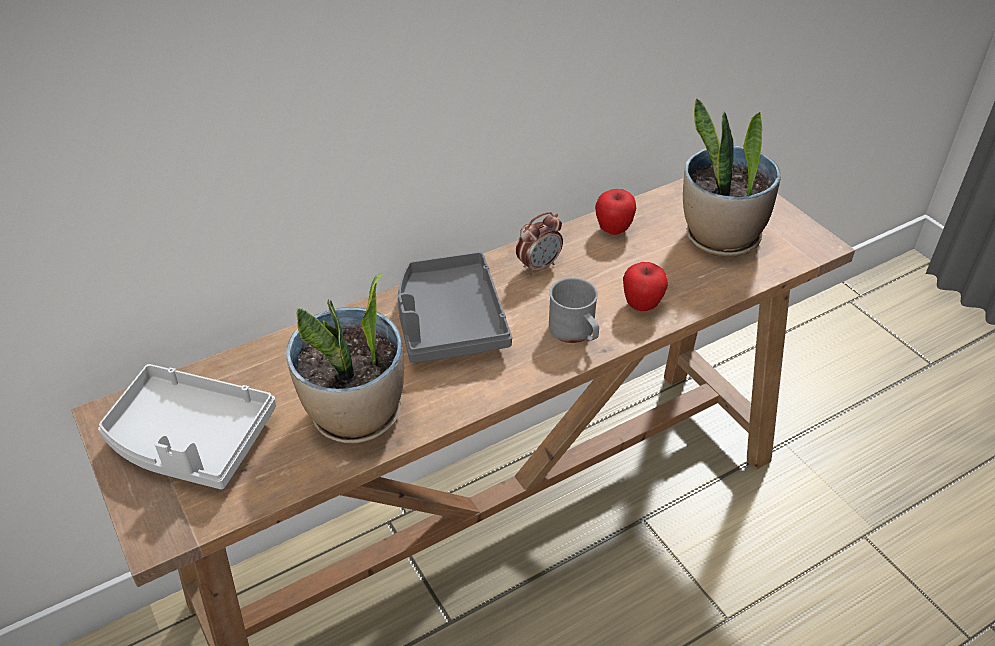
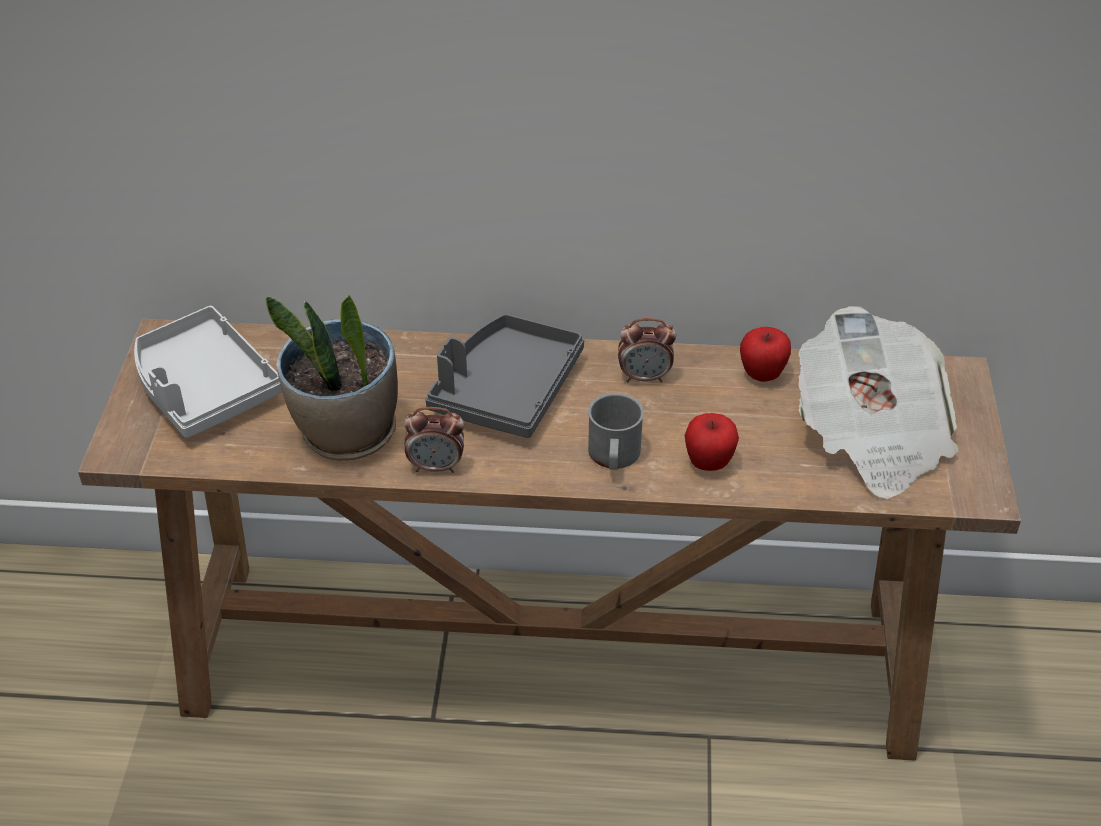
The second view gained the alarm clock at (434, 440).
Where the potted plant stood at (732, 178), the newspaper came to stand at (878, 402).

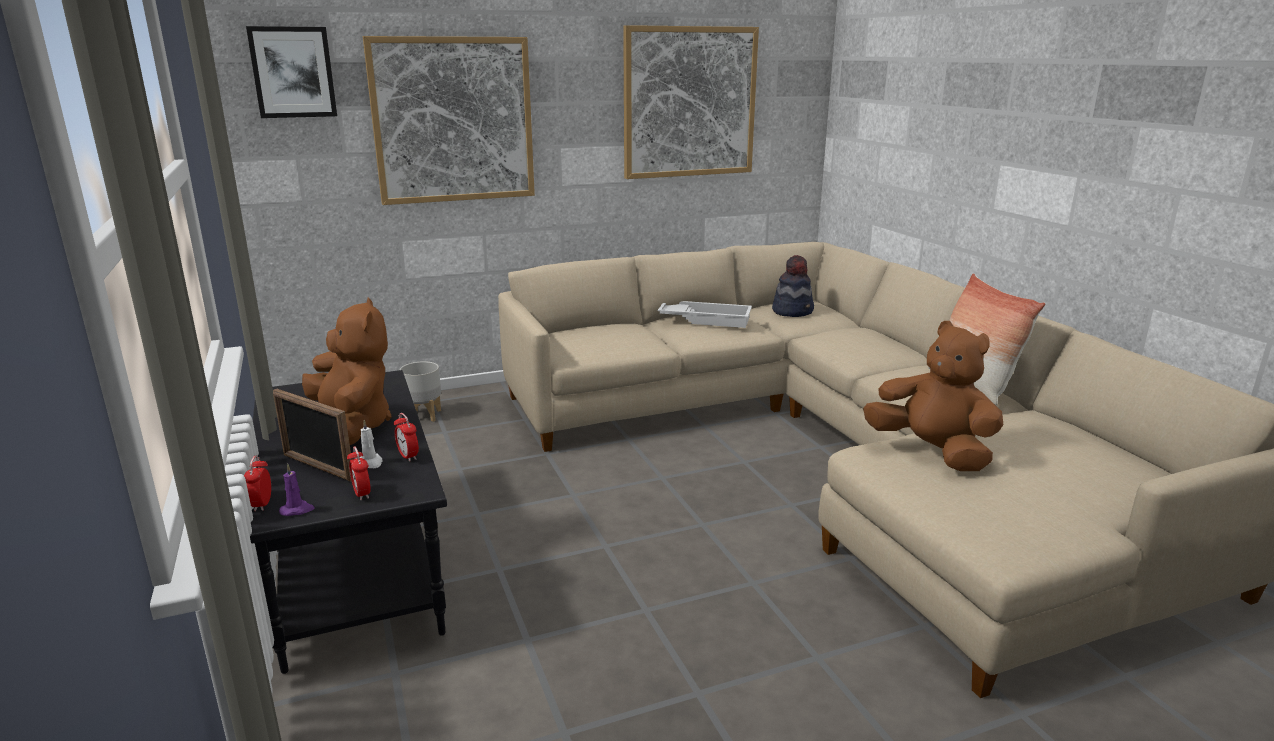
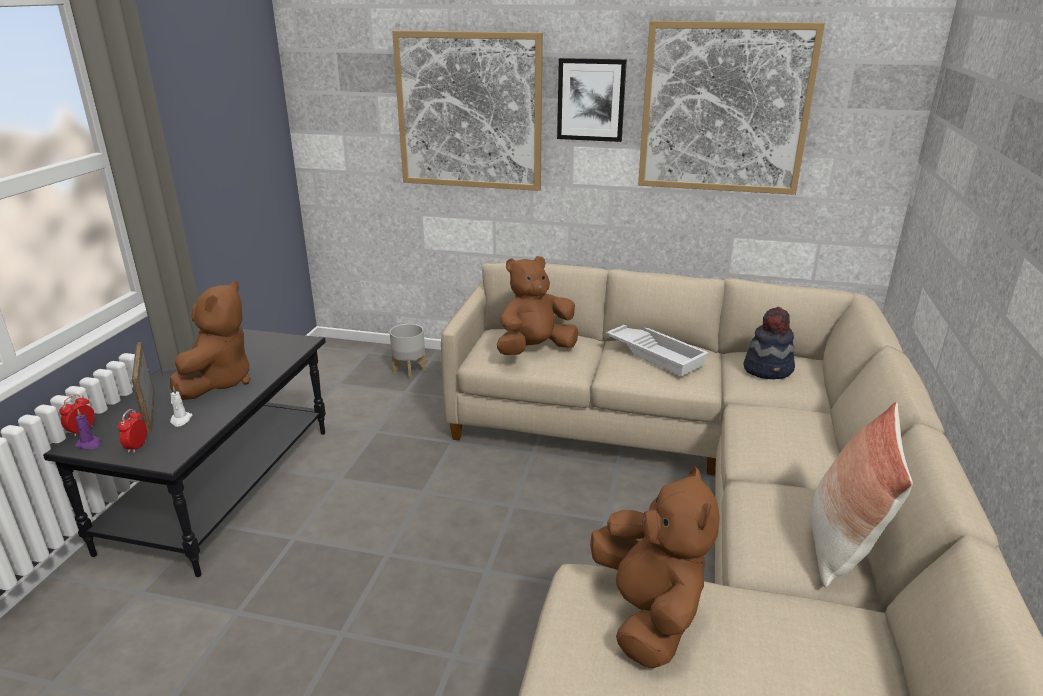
The second view lost the alarm clock at (406, 437).
The second view gained the brown plush toy at (537, 305).
The picture ended up elsewhere, having gone from (291, 72) to (592, 100).

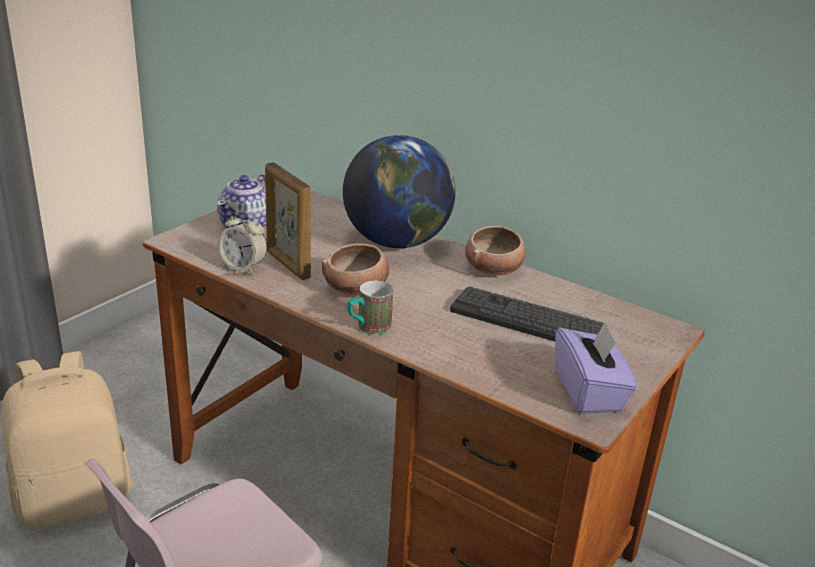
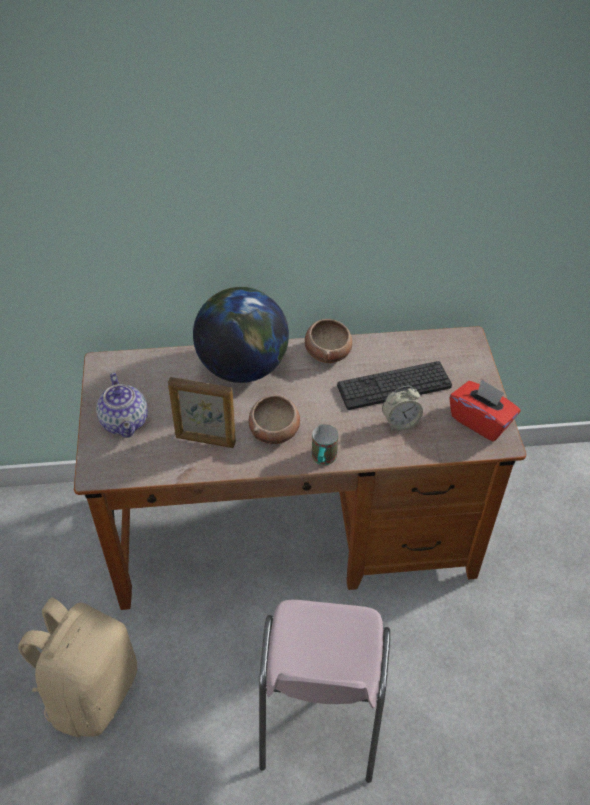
The alarm clock ended up elsewhere, having gone from (242, 242) to (402, 408).
What was the purple tissue box at (596, 368) turned into the red tissue box at (485, 410).

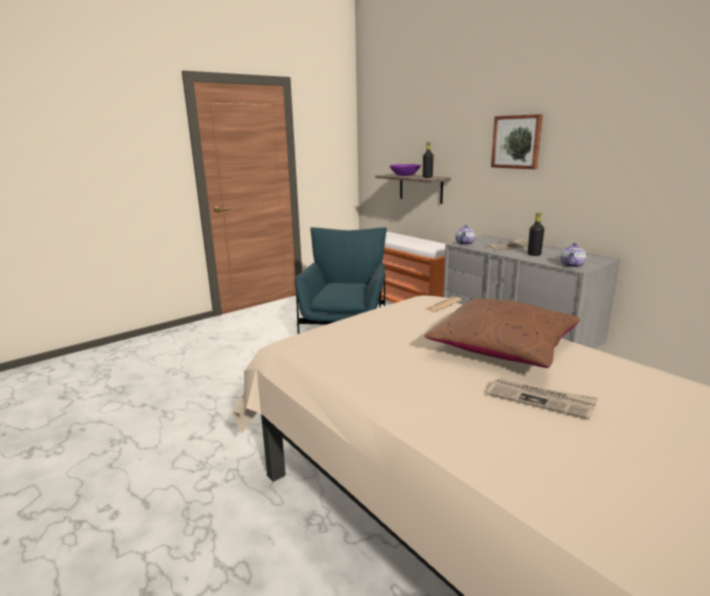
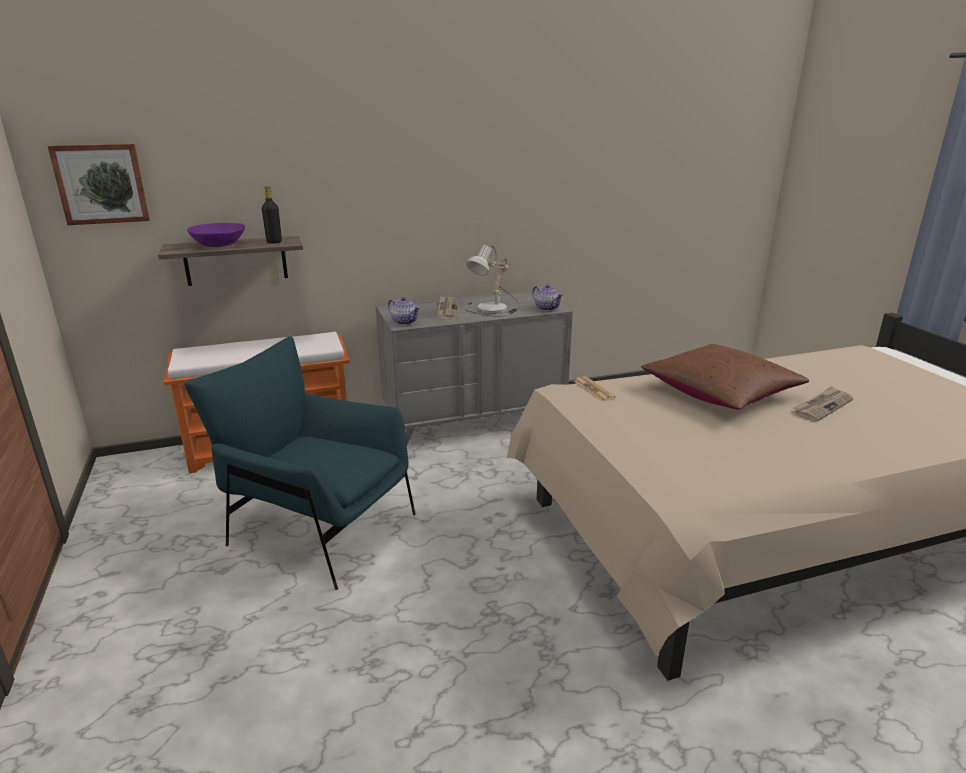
The picture ended up elsewhere, having gone from (517, 141) to (99, 184).
Where the black bottle stood at (536, 234), the table lamp came to stand at (492, 281).

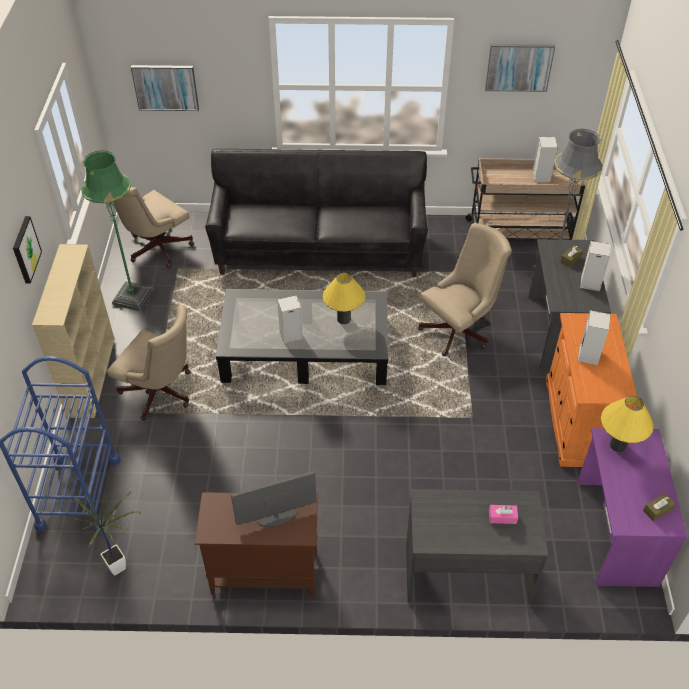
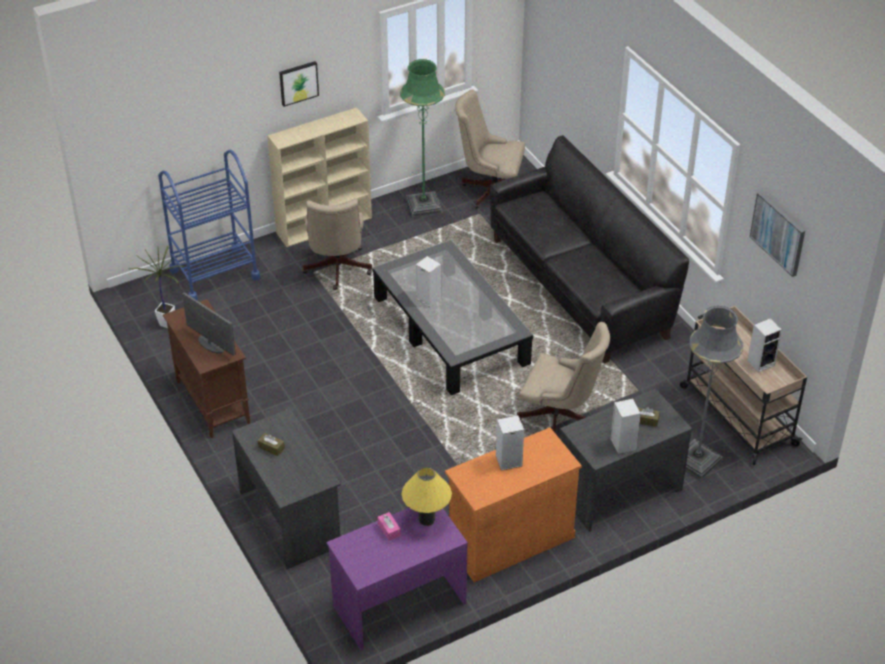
The second view lost the picture at (165, 88).
The second view lost the yellow table lamp at (344, 298).
The pink tissue box ended up elsewhere, having gone from (503, 514) to (389, 526).
The brown tissue box ended up elsewhere, having gone from (659, 507) to (271, 444).

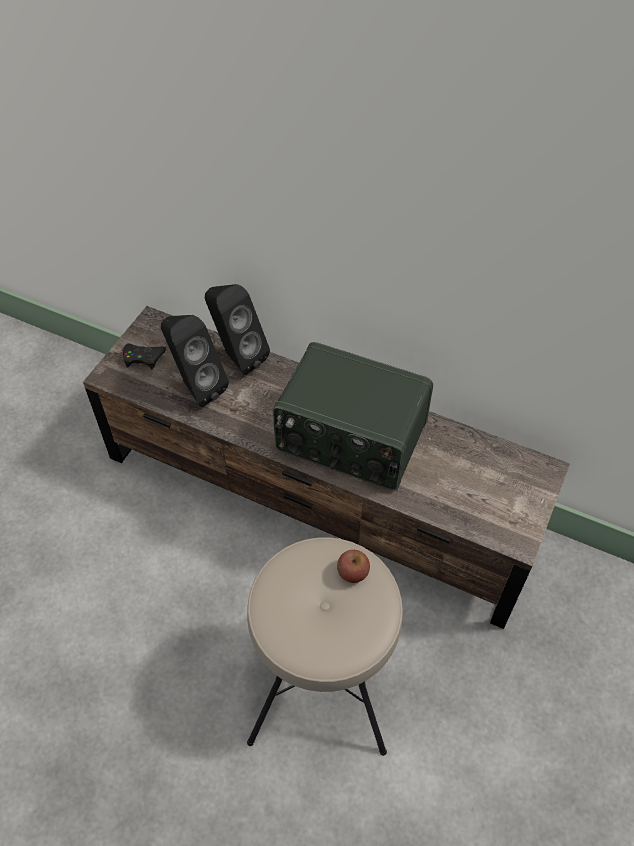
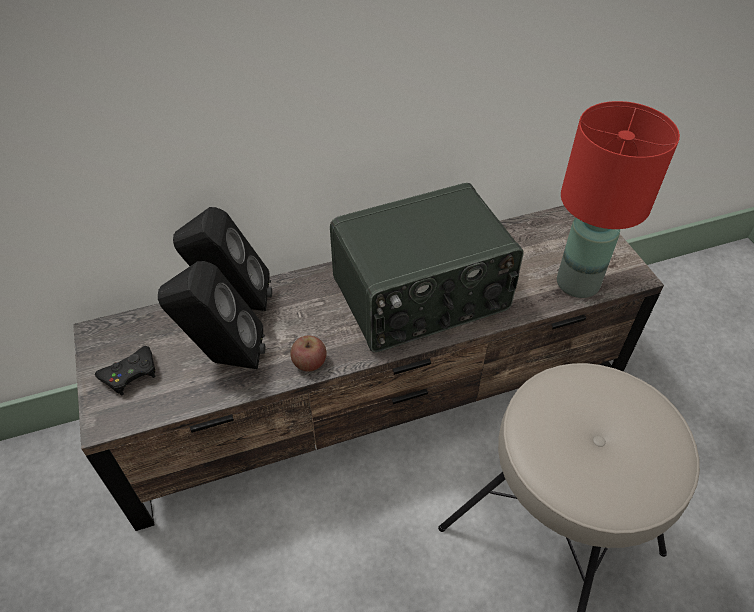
The second view gained the red table lamp at (618, 199).
The apple ended up elsewhere, having gone from (353, 566) to (308, 353).

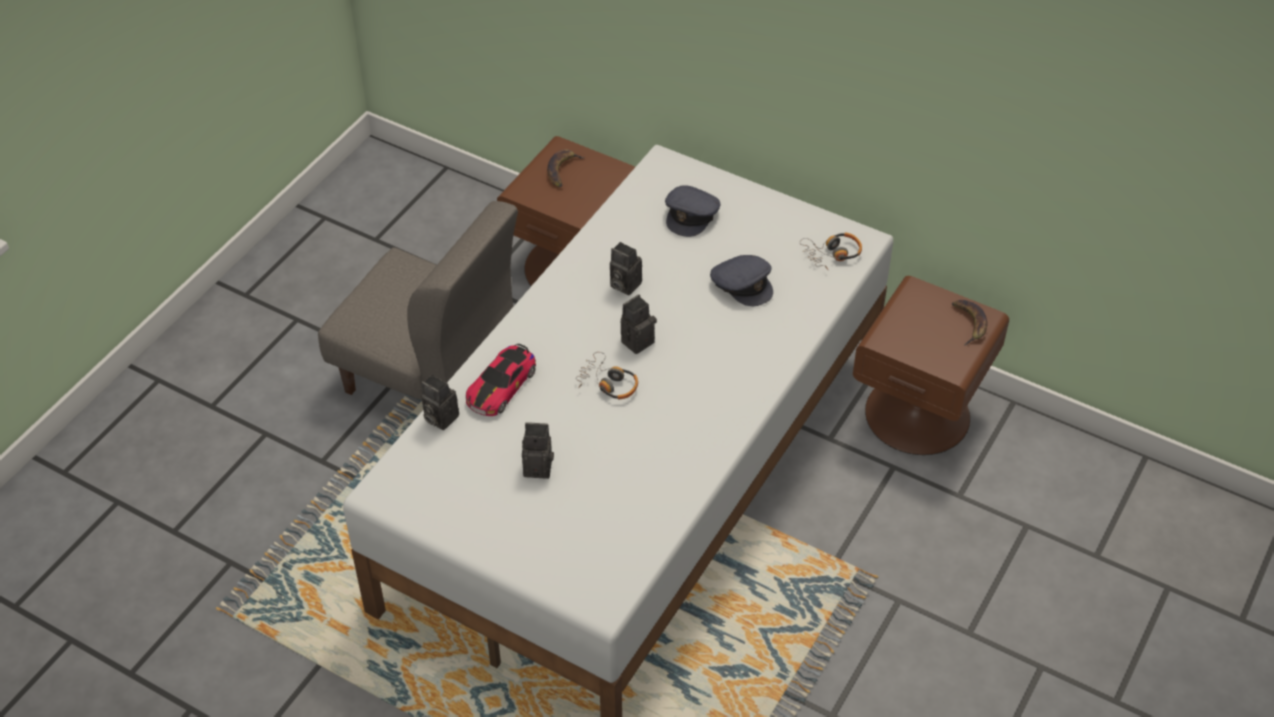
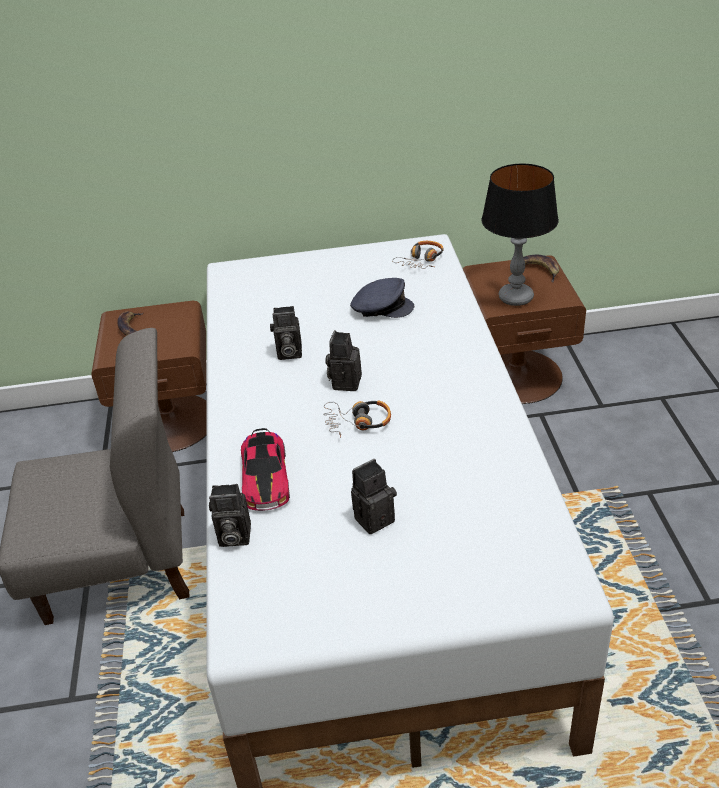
The second view lost the grey cap at (693, 211).
The second view gained the table lamp at (520, 234).

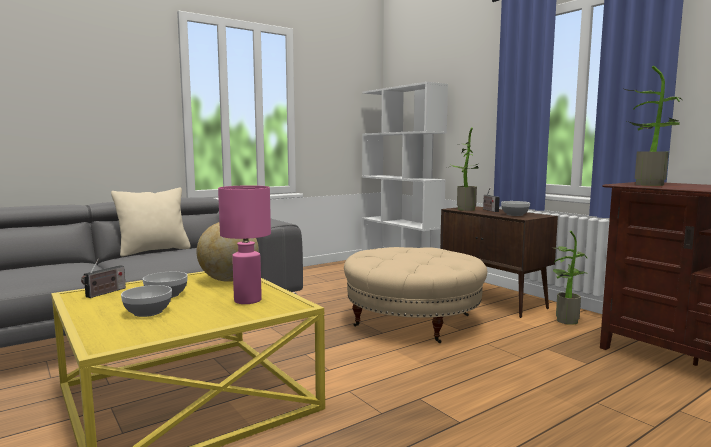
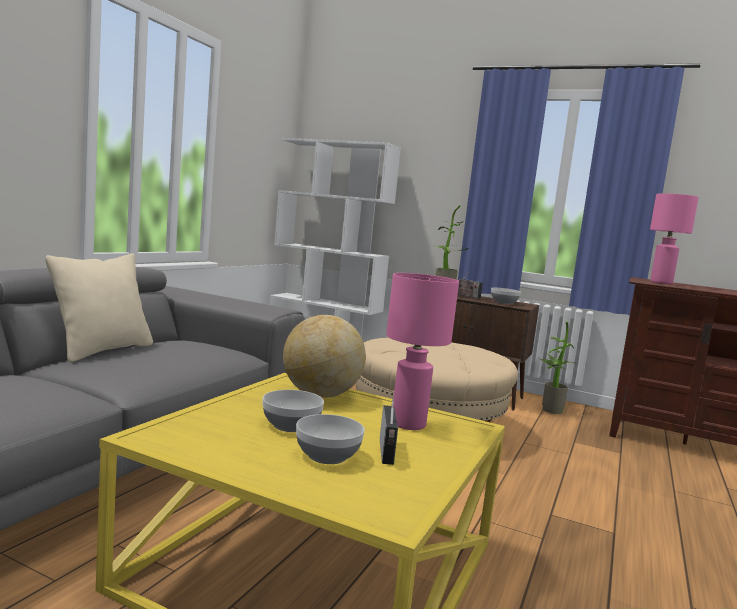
The radio ended up elsewhere, having gone from (103, 278) to (389, 432).
Where the potted plant stood at (652, 126), the pink table lamp came to stand at (674, 238).

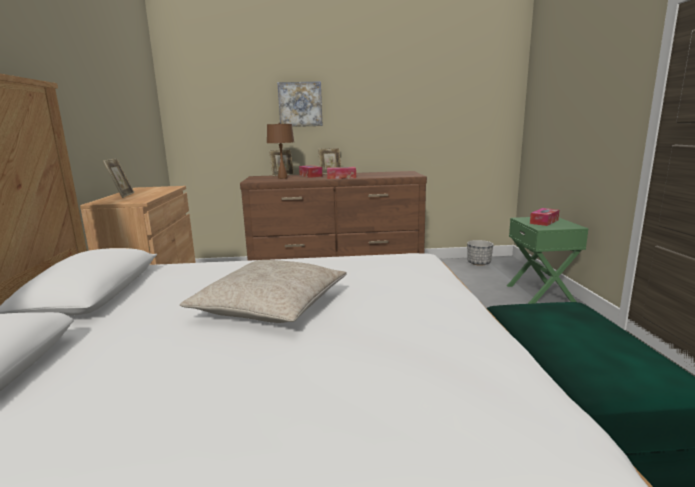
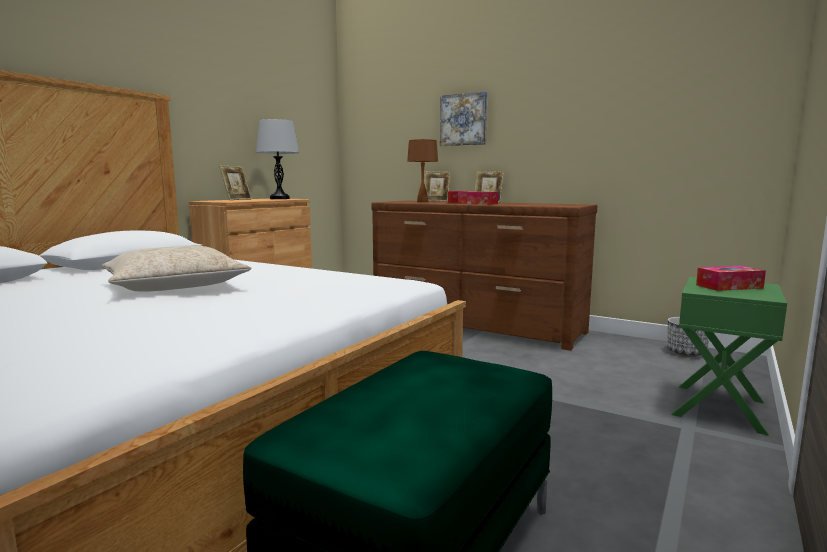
The second view gained the grey table lamp at (277, 159).

